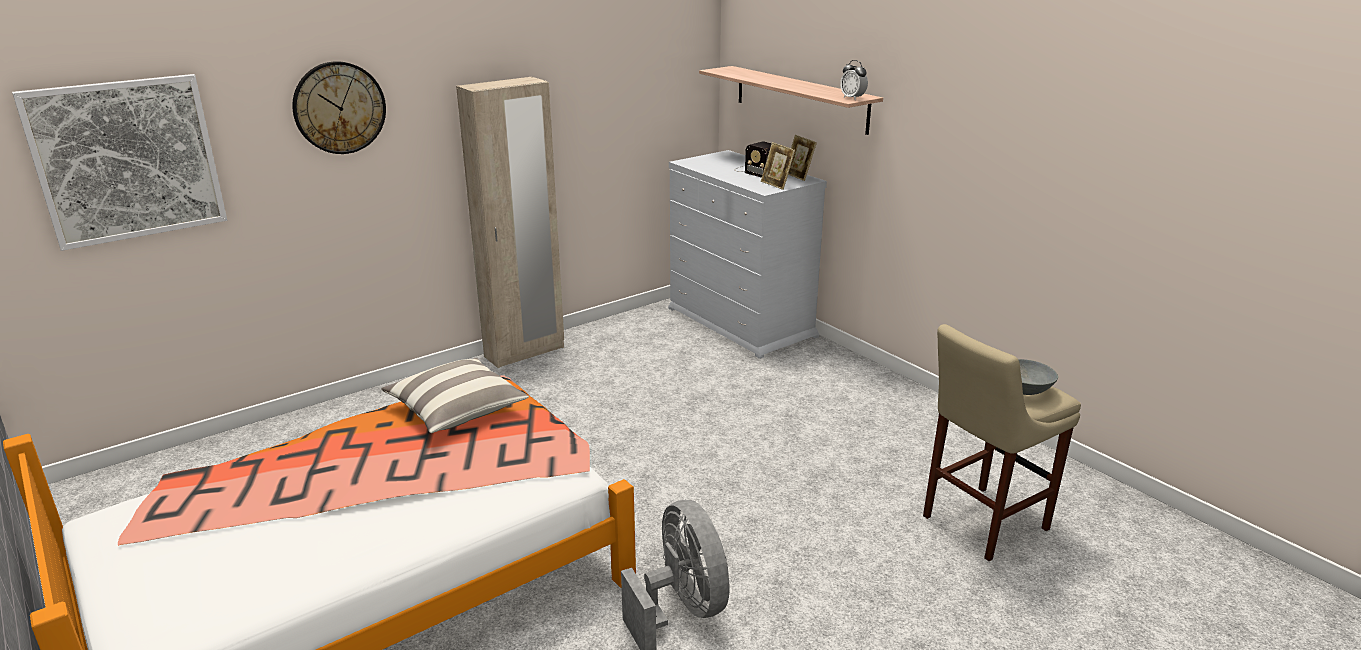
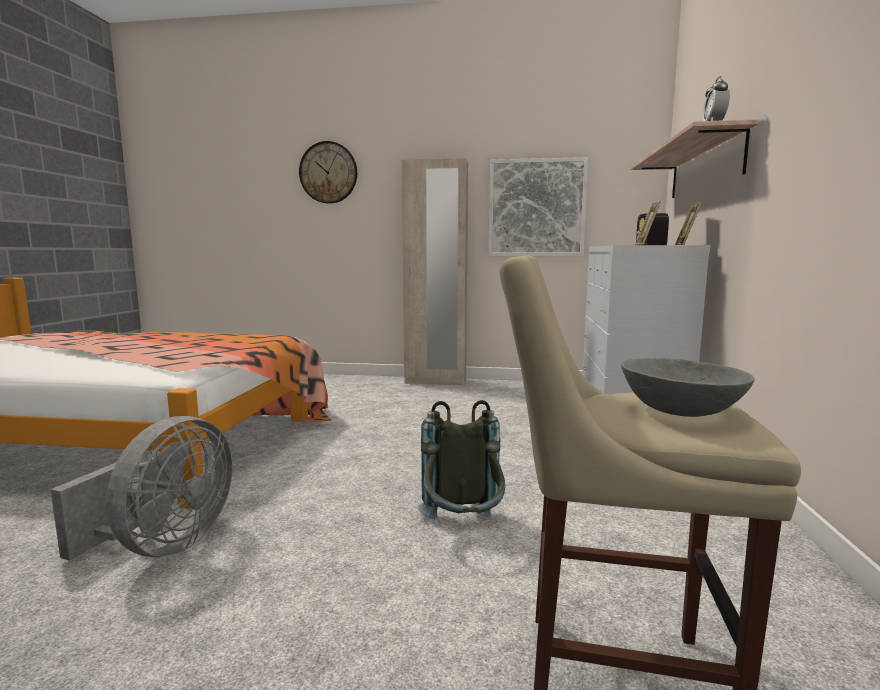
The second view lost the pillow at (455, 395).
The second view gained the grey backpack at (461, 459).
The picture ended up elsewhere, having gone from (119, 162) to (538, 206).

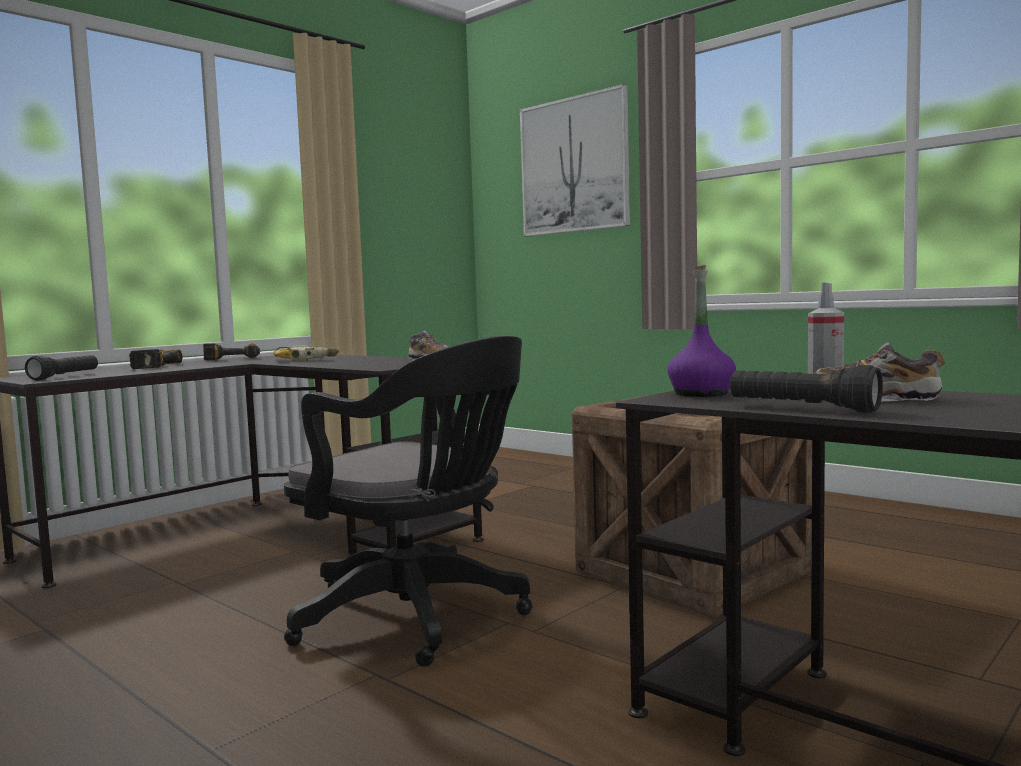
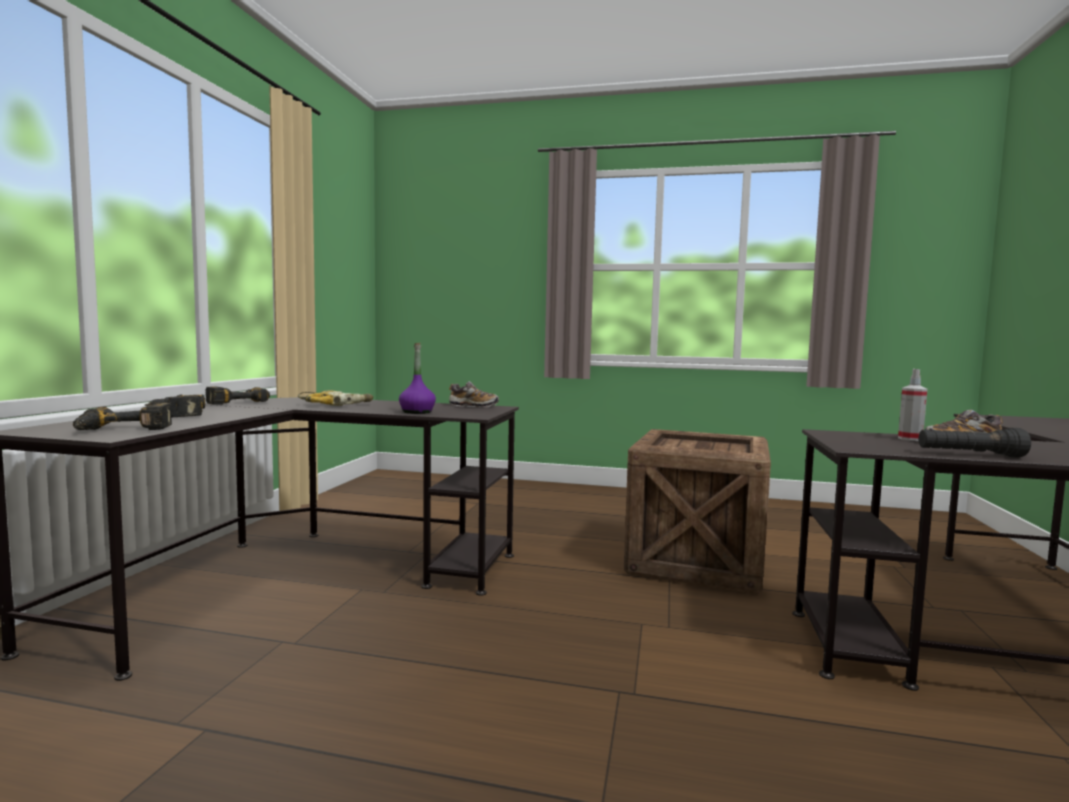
The second view lost the black office chair at (408, 501).
The second view lost the picture at (575, 160).
The purple bottle ended up elsewhere, having gone from (701, 331) to (417, 378).
Where the black flashlight stood at (61, 368), the power drill came to stand at (122, 416).

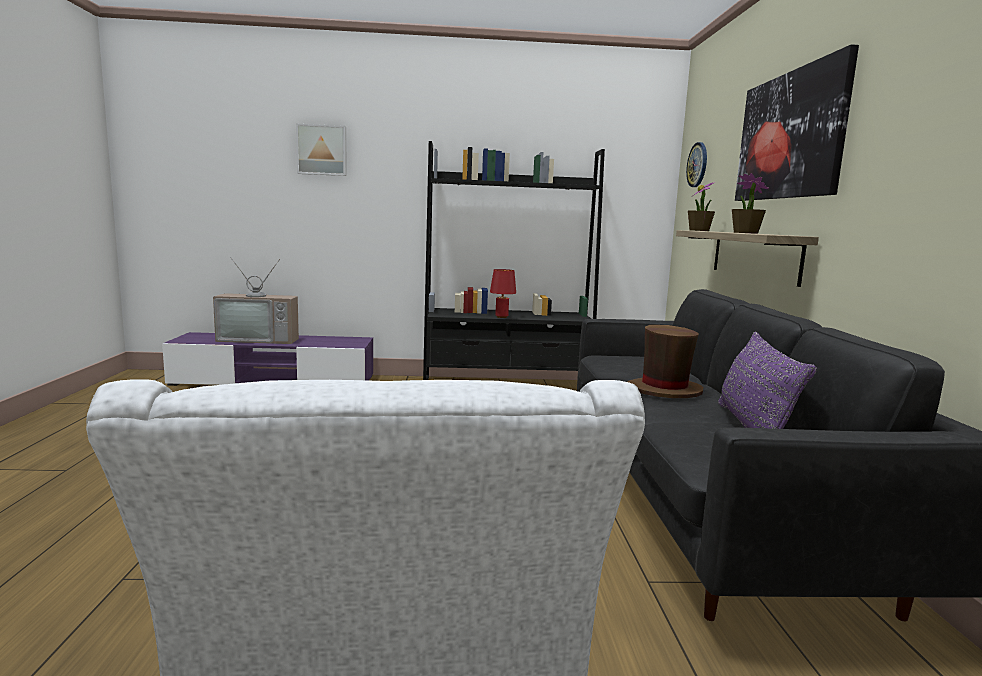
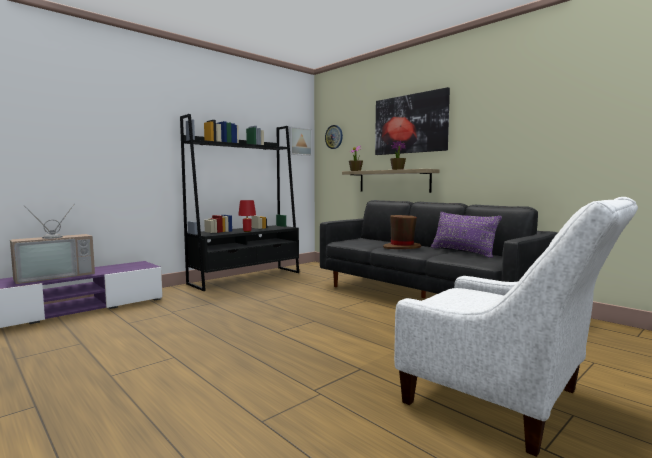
The picture ended up elsewhere, having gone from (321, 150) to (300, 141).

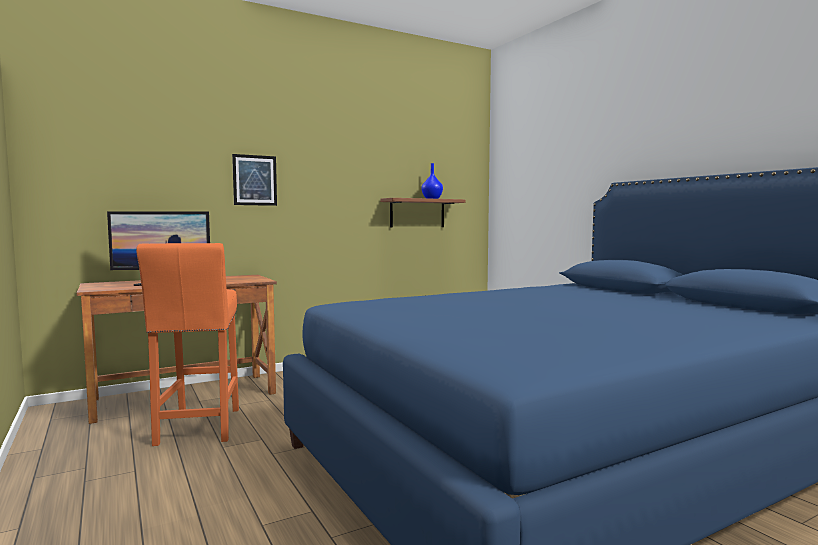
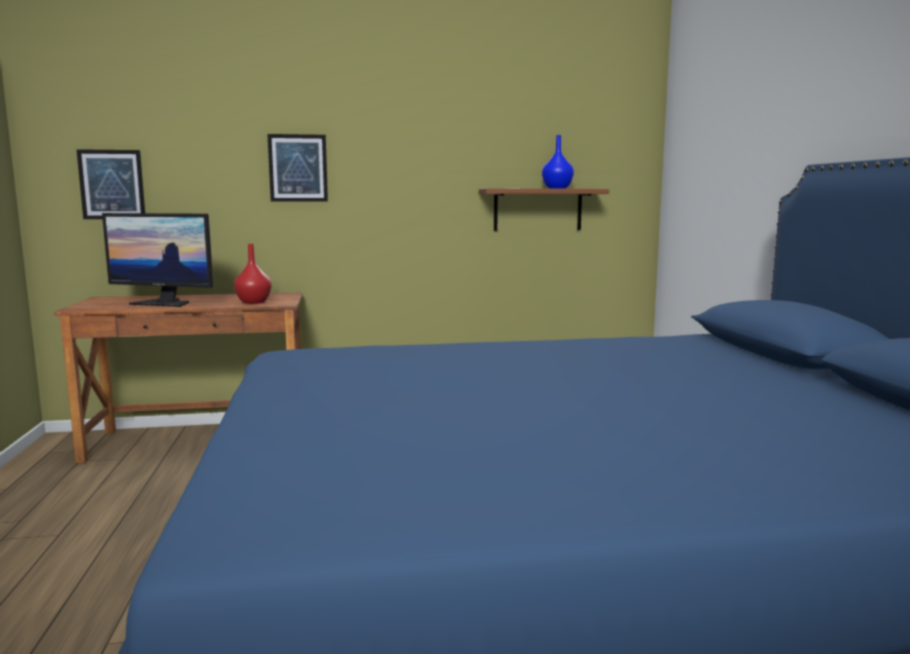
The second view lost the orange stool at (187, 344).
The second view gained the picture at (110, 184).
The second view gained the red vase at (252, 274).

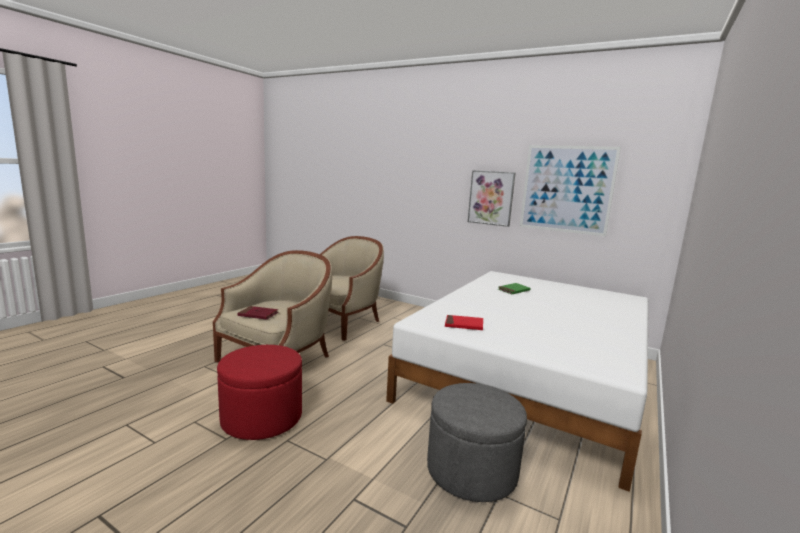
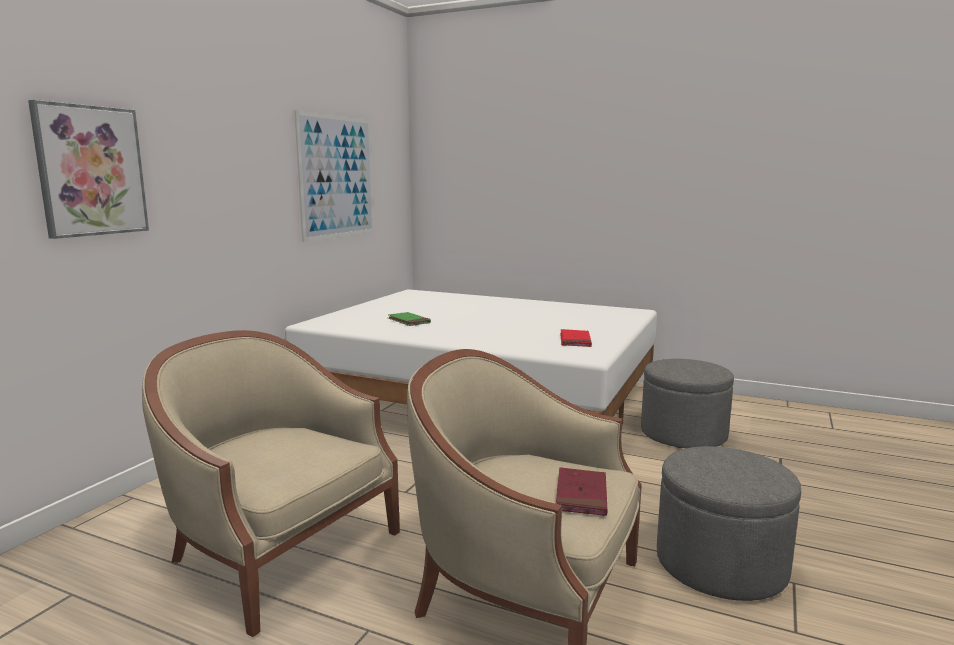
The picture ended up elsewhere, having gone from (492, 198) to (88, 169).
What was the red ottoman at (259, 392) turned into the grey ottoman at (729, 523).

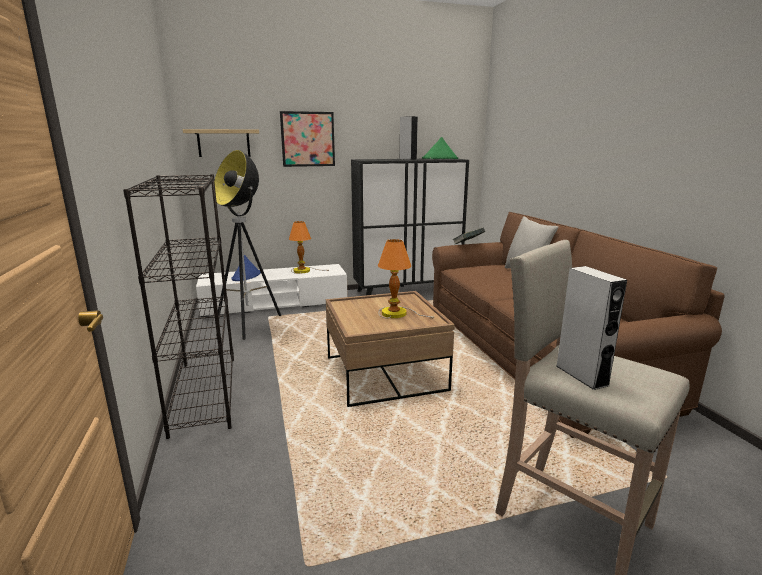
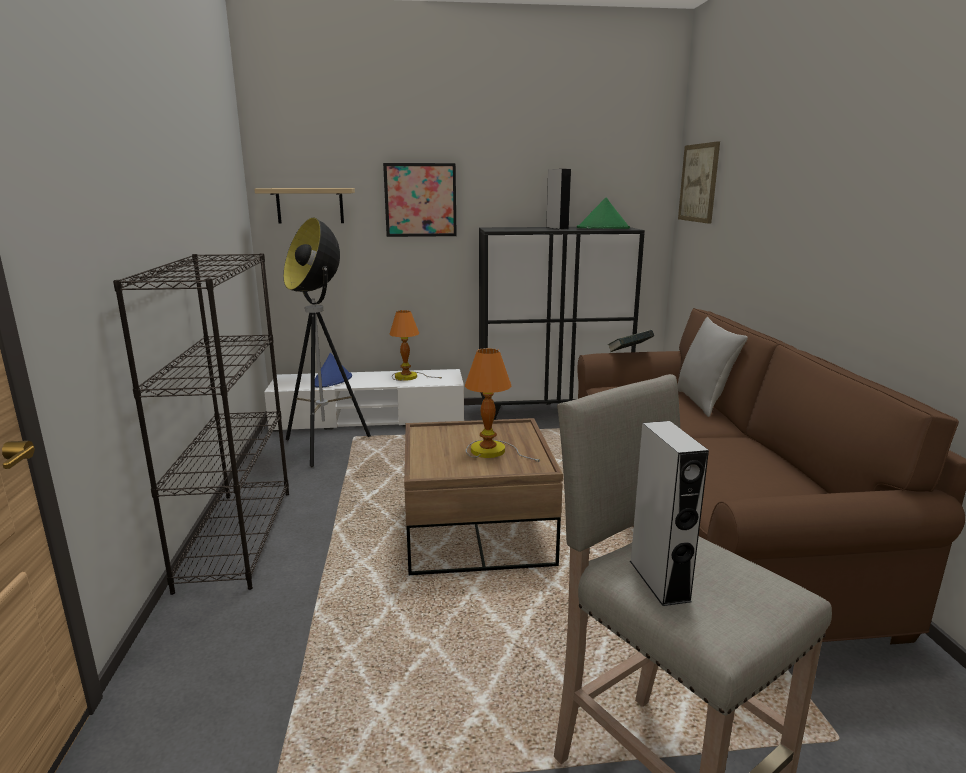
The second view gained the picture at (699, 182).

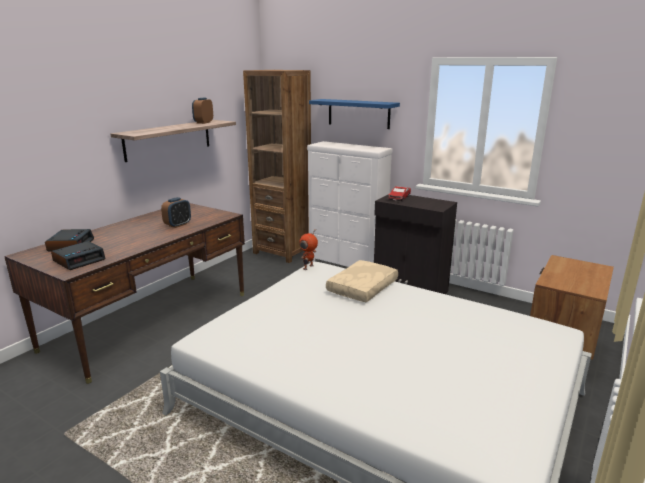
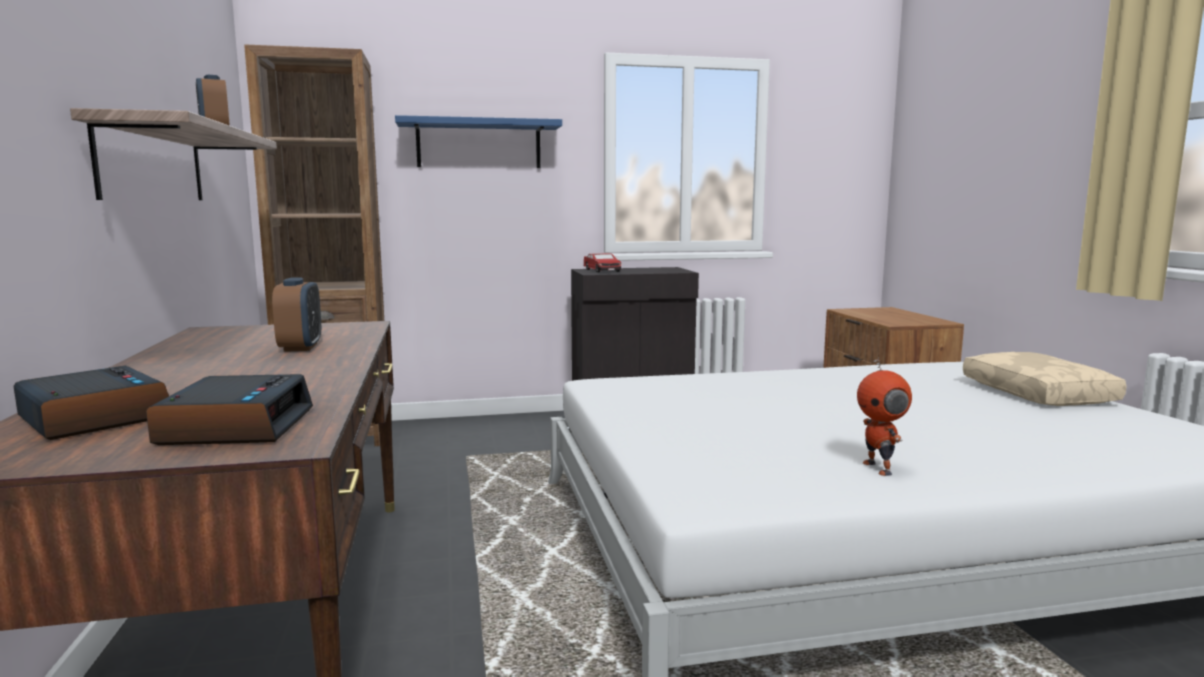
The second view lost the white dresser at (349, 204).
The toy robot ended up elsewhere, having gone from (308, 250) to (884, 416).
The beige pillow ended up elsewhere, having gone from (362, 281) to (1045, 379).

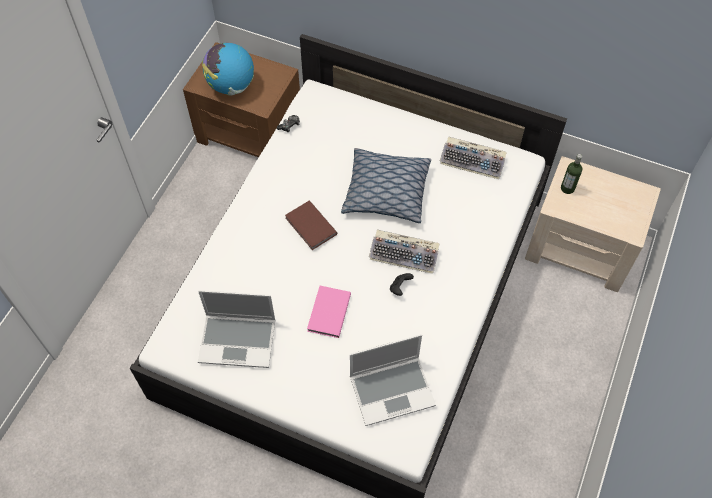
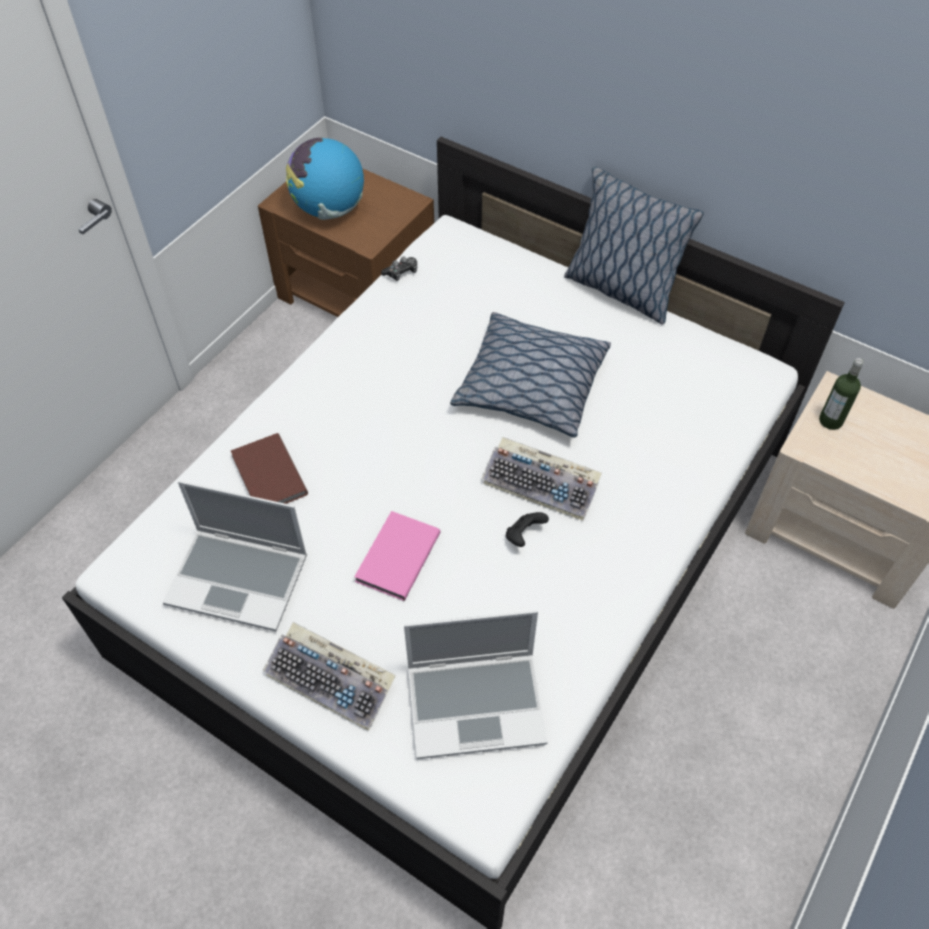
The second view gained the pillow at (634, 245).
The brown book ended up elsewhere, having gone from (311, 225) to (269, 468).
The keyboard ended up elsewhere, having gone from (473, 158) to (329, 676).

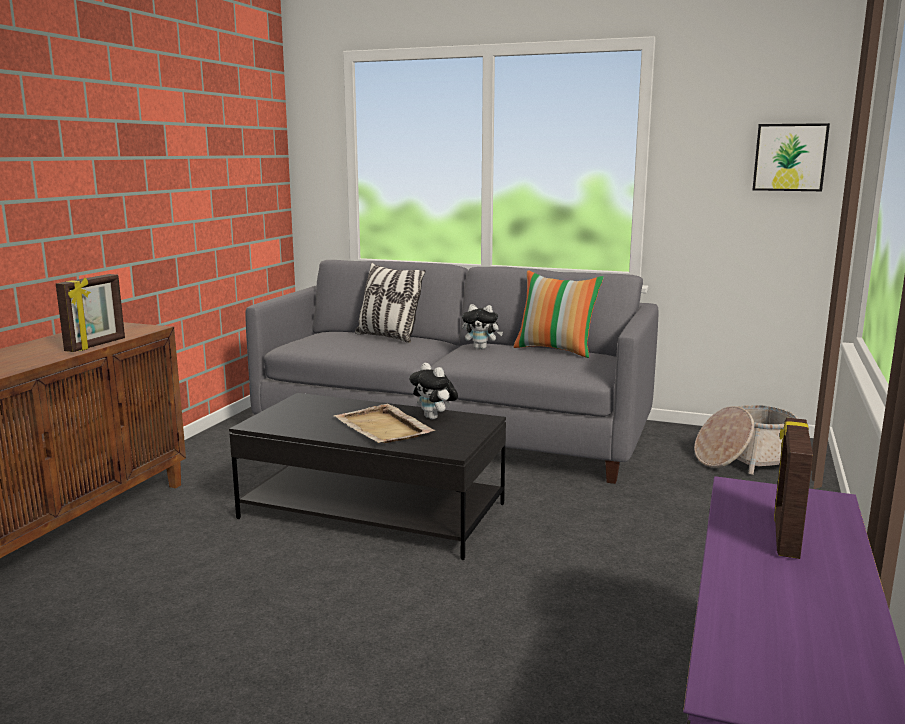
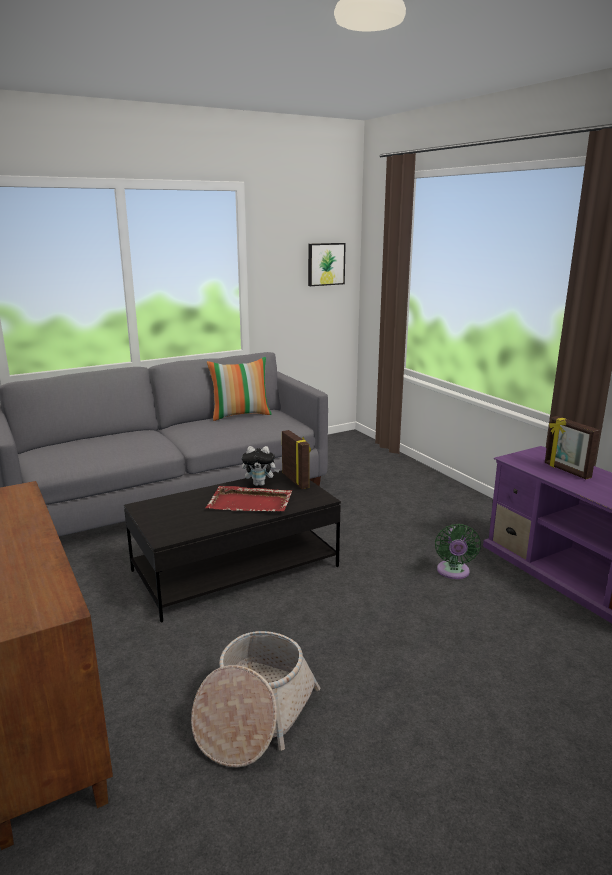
The second view lost the pillow at (390, 303).
The second view lost the plush toy at (482, 326).
The second view gained the green fan at (458, 551).
The picture frame ended up elsewhere, having gone from (90, 313) to (296, 459).
The basket ended up elsewhere, having gone from (746, 440) to (256, 699).
What was the beige tray at (384, 423) turned into the red tray at (248, 498).

